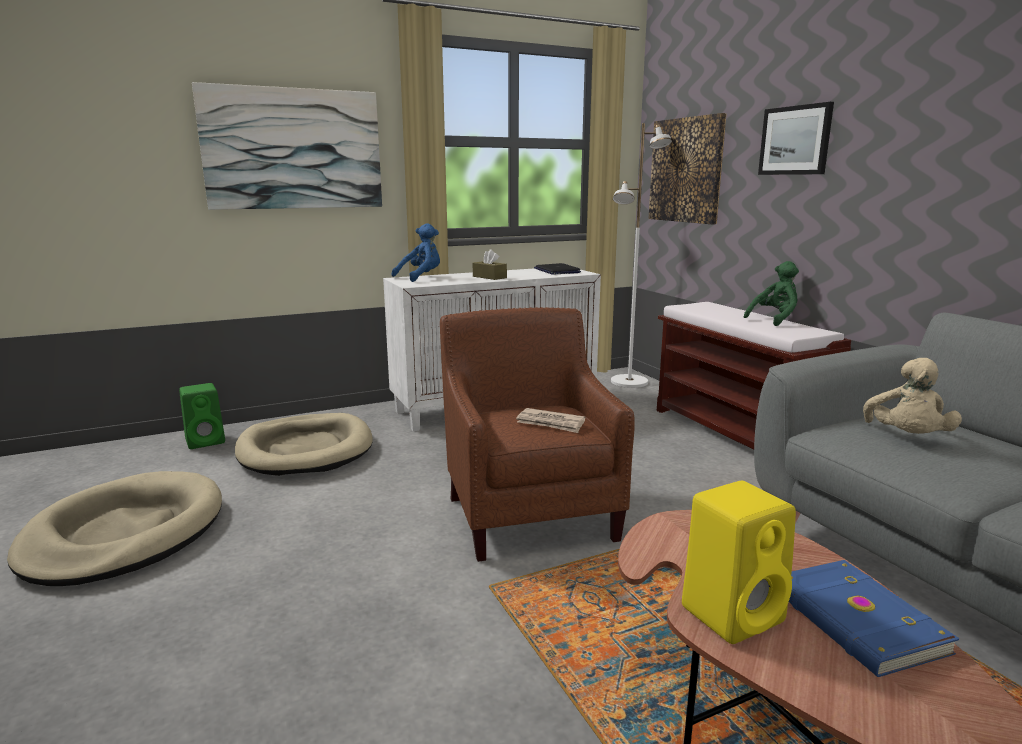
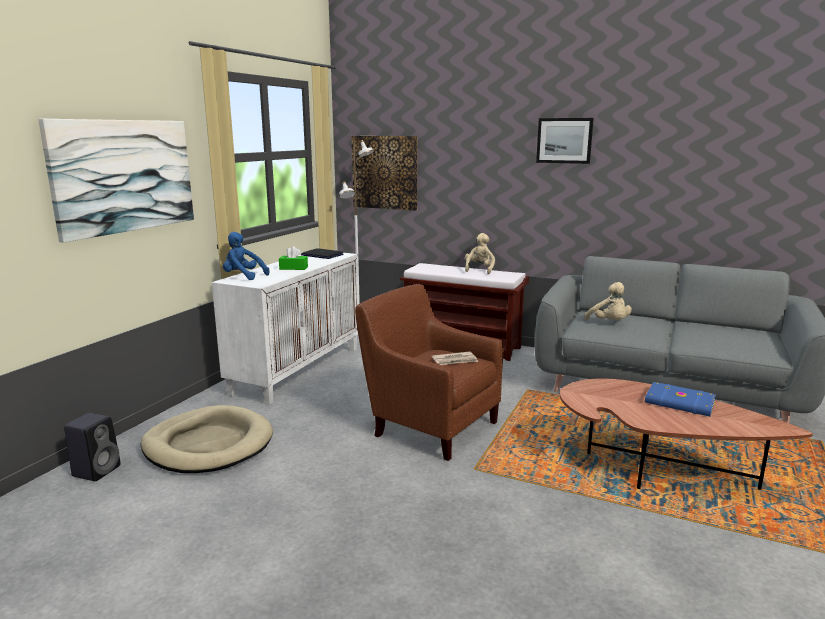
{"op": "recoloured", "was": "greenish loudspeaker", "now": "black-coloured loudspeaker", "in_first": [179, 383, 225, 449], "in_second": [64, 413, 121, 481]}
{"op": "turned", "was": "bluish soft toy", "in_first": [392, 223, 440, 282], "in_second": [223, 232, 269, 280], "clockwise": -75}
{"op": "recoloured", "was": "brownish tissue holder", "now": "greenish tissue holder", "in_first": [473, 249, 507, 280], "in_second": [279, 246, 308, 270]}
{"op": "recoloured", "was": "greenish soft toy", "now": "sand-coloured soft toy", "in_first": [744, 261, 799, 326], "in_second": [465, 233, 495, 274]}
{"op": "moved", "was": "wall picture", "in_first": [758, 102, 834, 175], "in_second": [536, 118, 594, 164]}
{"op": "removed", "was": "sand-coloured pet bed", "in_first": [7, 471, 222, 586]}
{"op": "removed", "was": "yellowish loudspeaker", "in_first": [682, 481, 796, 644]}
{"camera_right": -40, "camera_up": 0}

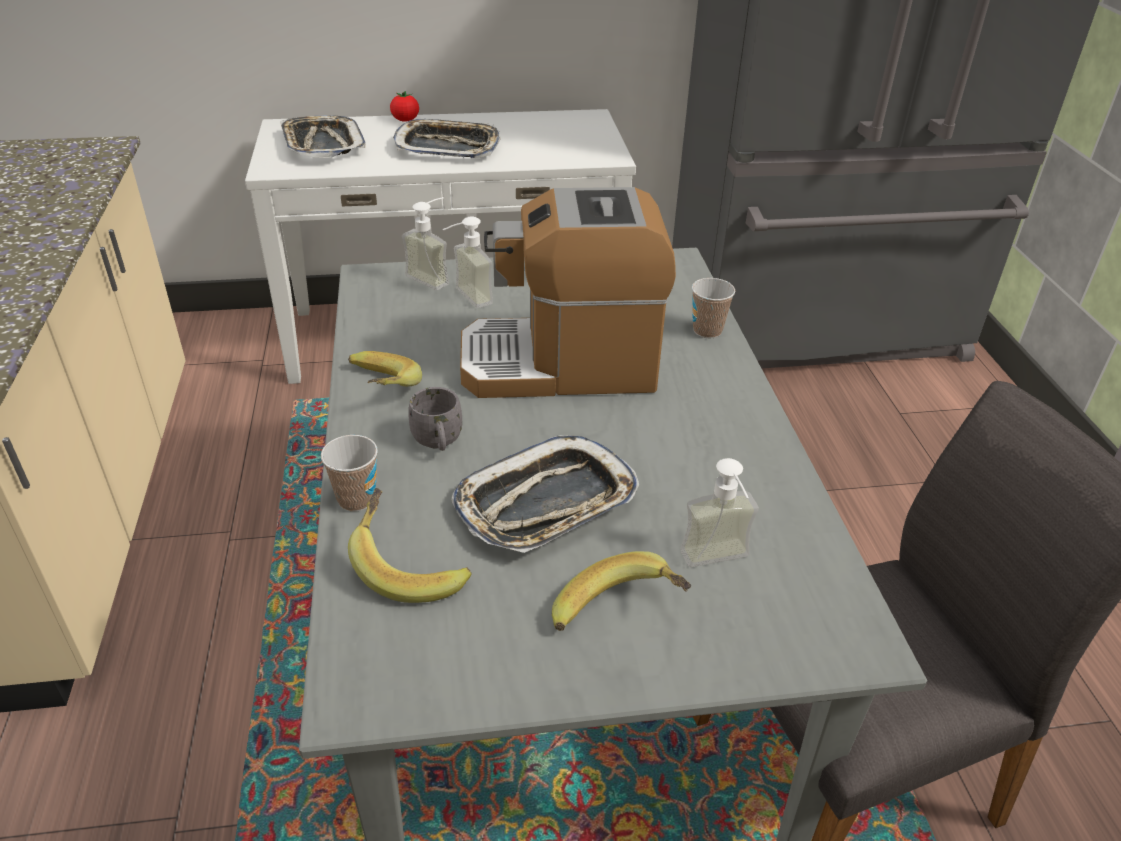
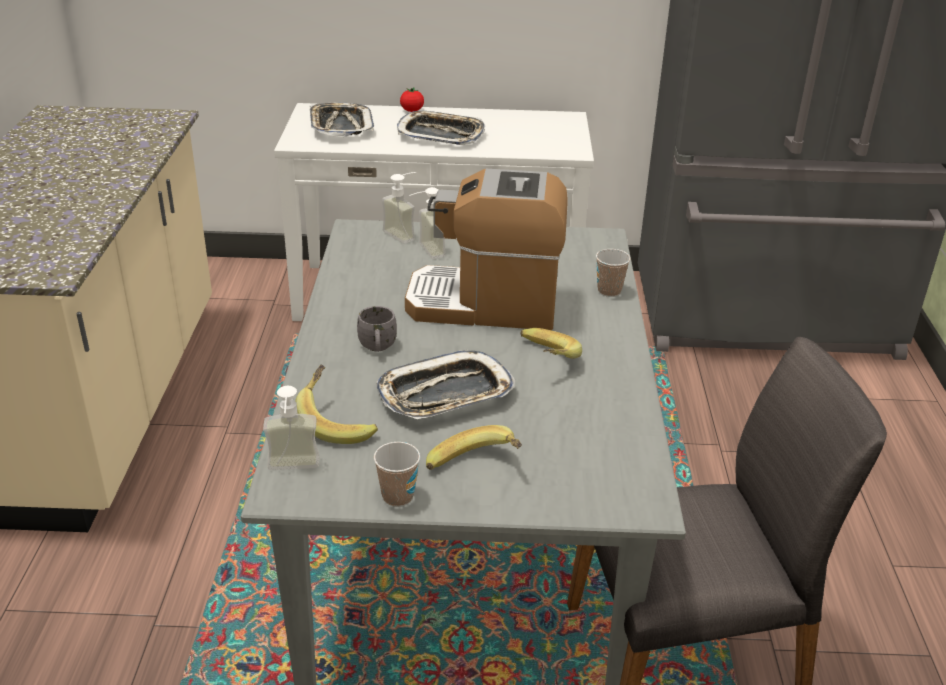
{"op": "moved", "was": "soap dispenser", "in_first": [680, 458, 759, 567], "in_second": [263, 386, 320, 470]}
{"op": "moved", "was": "drinking cup", "in_first": [321, 435, 378, 512], "in_second": [374, 442, 420, 507]}
{"op": "moved", "was": "whole banana", "in_first": [348, 351, 422, 386], "in_second": [520, 328, 582, 358]}
{"camera_right": 10, "camera_up": -5}

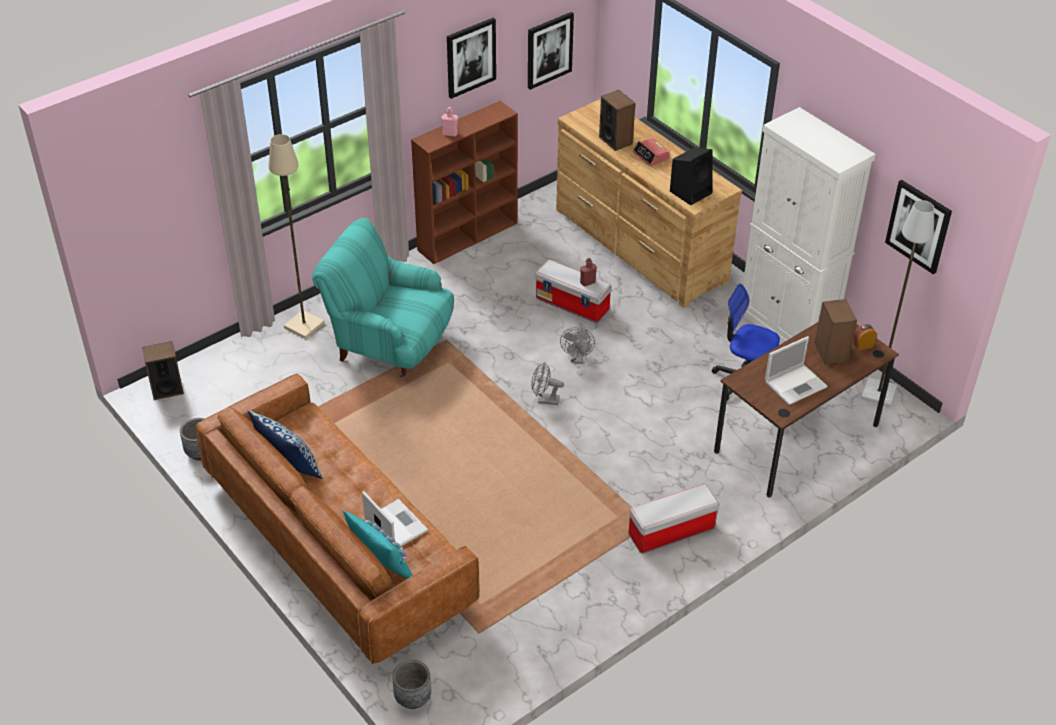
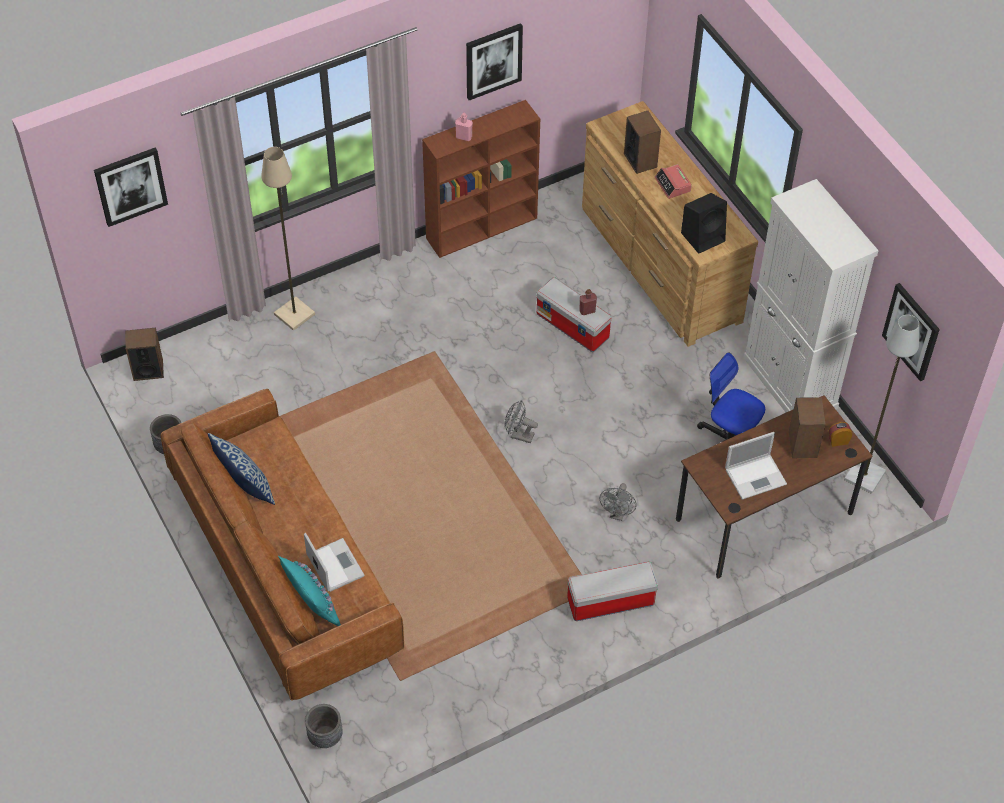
{"op": "moved", "was": "wall picture", "in_first": [528, 12, 574, 90], "in_second": [94, 147, 168, 227]}
{"op": "moved", "was": "grey fan", "in_first": [560, 327, 595, 363], "in_second": [600, 483, 637, 521]}
{"op": "removed", "was": "turquoise easy chair", "in_first": [312, 218, 454, 377]}
{"camera_right": 10, "camera_up": 10}

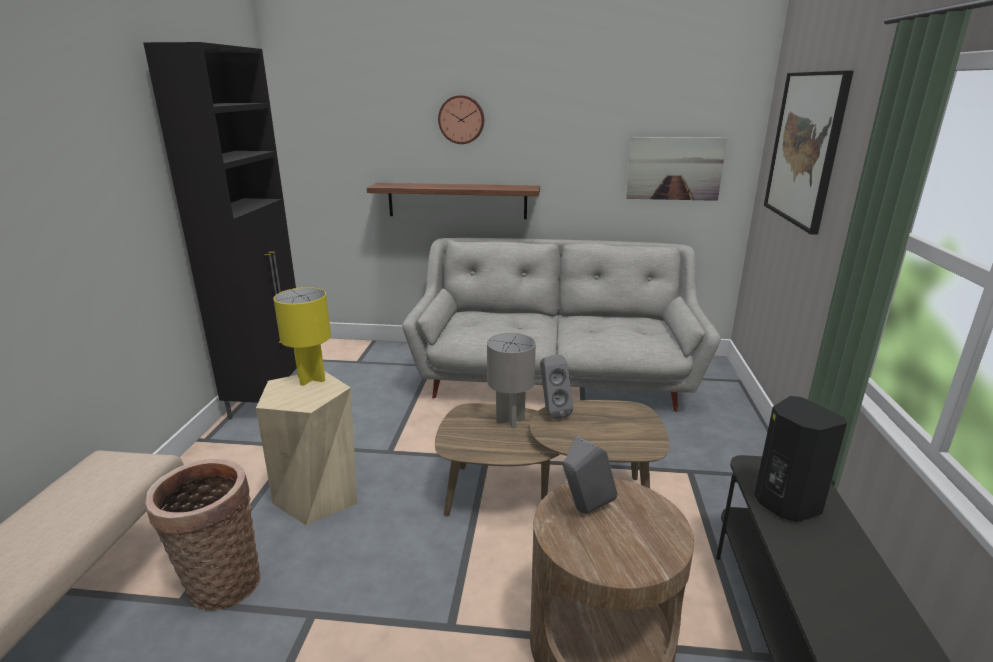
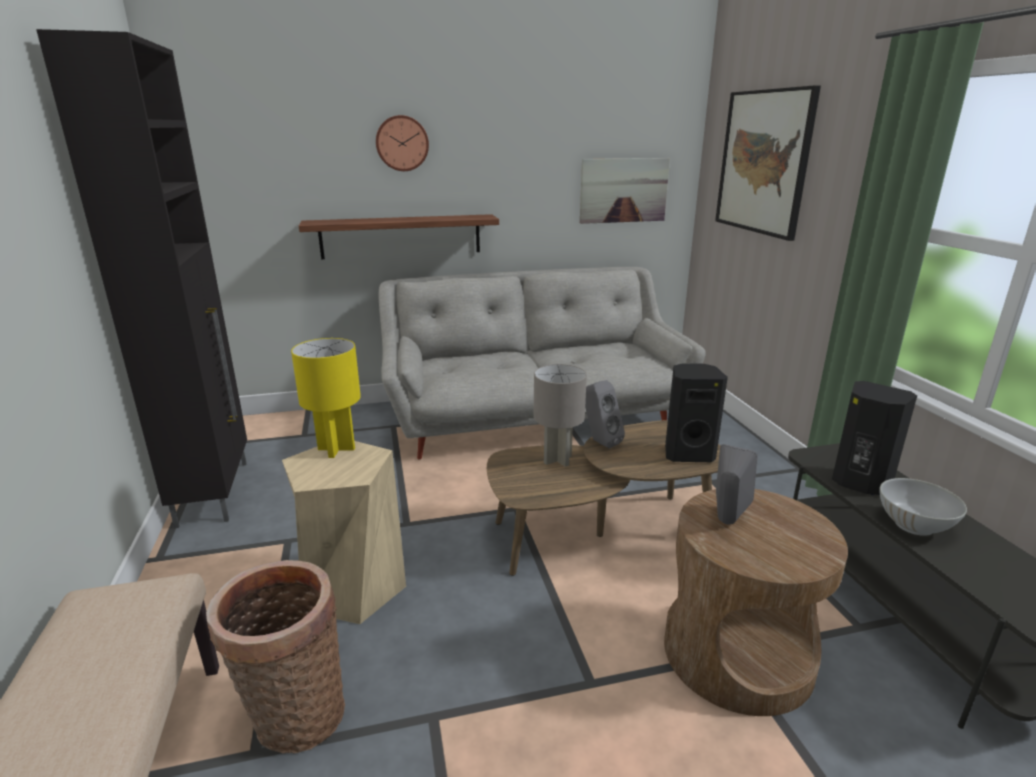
{"op": "added", "now": "black-coloured loudspeaker", "in_second": [665, 363, 728, 462]}
{"op": "added", "now": "white-coloured serving bowl", "in_second": [879, 478, 967, 536]}
{"camera_right": -20, "camera_up": 0}

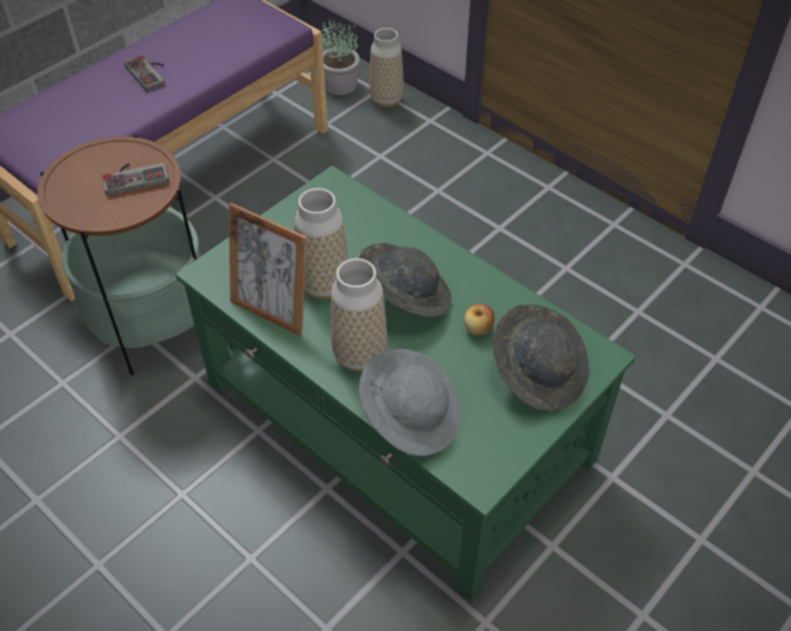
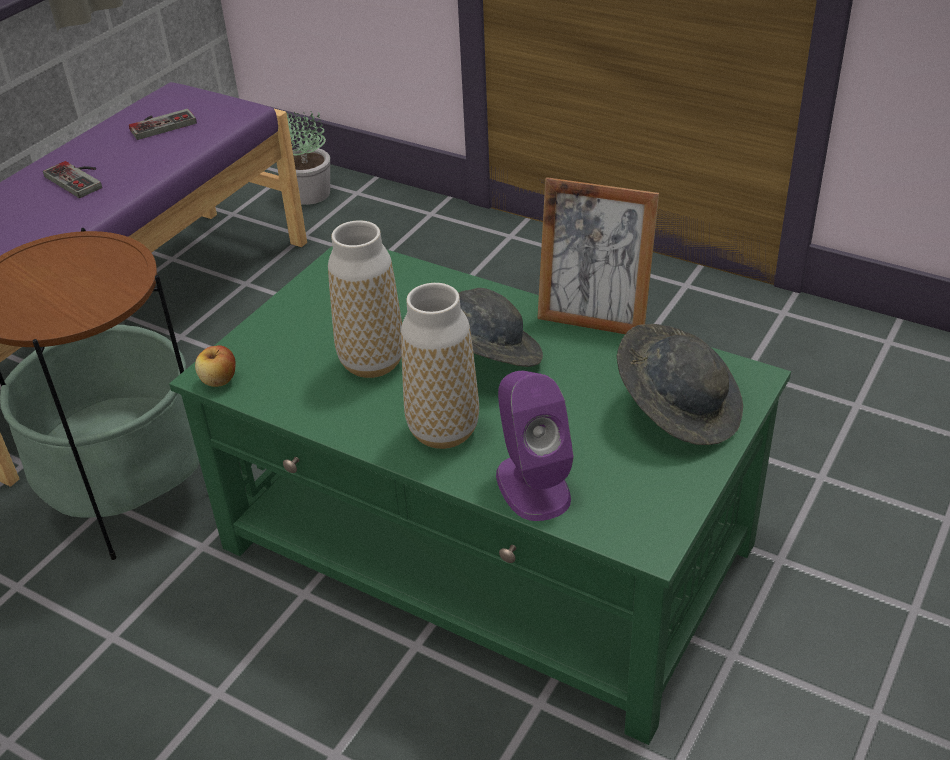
{"op": "moved", "was": "gamepad", "in_first": [102, 163, 169, 196], "in_second": [129, 109, 197, 140]}
{"op": "moved", "was": "apple", "in_first": [464, 304, 495, 336], "in_second": [195, 345, 236, 387]}
{"op": "replaced", "was": "grey hat", "now": "purplish loudspeaker", "in_first": [359, 349, 461, 456], "in_second": [496, 371, 574, 521]}
{"op": "moved", "was": "standing frame", "in_first": [229, 203, 307, 336], "in_second": [537, 177, 659, 334]}
{"op": "removed", "was": "decorative vase", "in_first": [369, 28, 404, 108]}
{"camera_right": -10, "camera_up": -10}

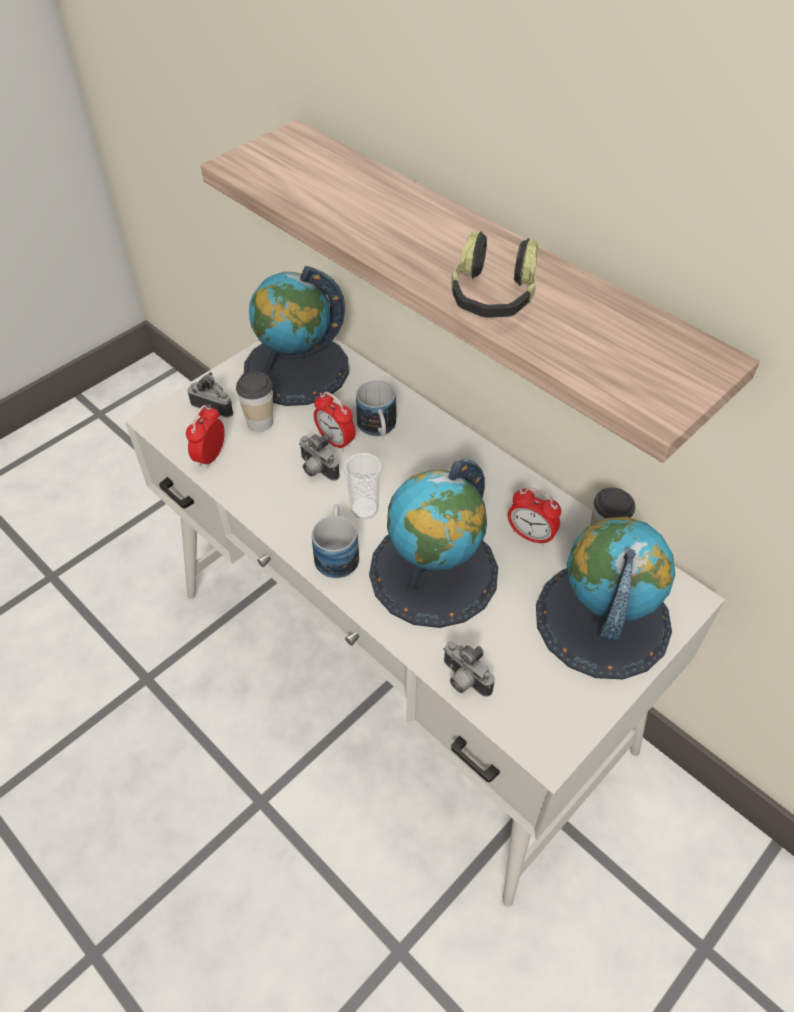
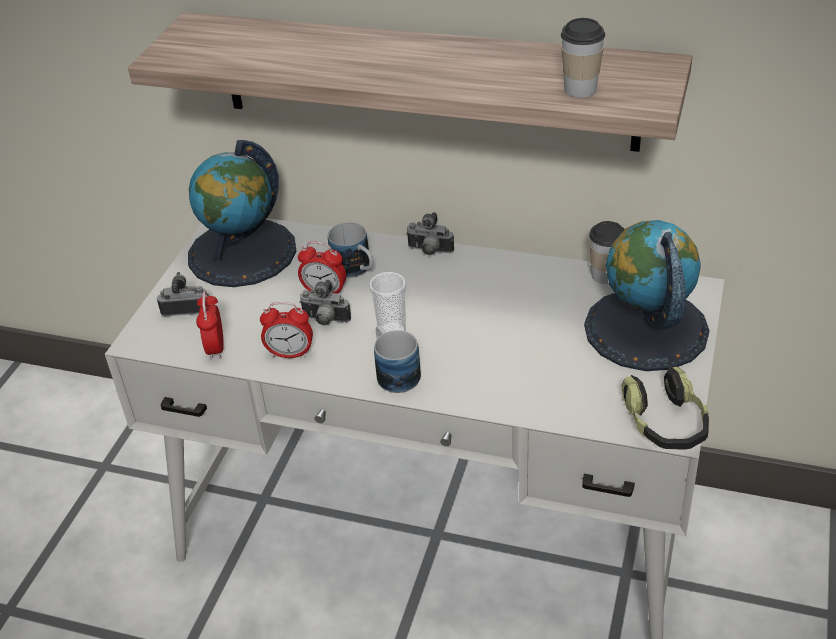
{"op": "moved", "was": "alarm clock", "in_first": [508, 488, 561, 546], "in_second": [260, 302, 313, 358]}
{"op": "moved", "was": "photo camera", "in_first": [443, 641, 495, 697], "in_second": [406, 212, 454, 255]}
{"op": "moved", "was": "drinking cup", "in_first": [236, 371, 273, 432], "in_second": [561, 18, 605, 98]}
{"op": "moved", "was": "headphones", "in_first": [452, 231, 538, 318], "in_second": [621, 367, 709, 450]}
{"op": "removed", "was": "globe", "in_first": [369, 459, 498, 628]}
{"camera_right": -25, "camera_up": -10}

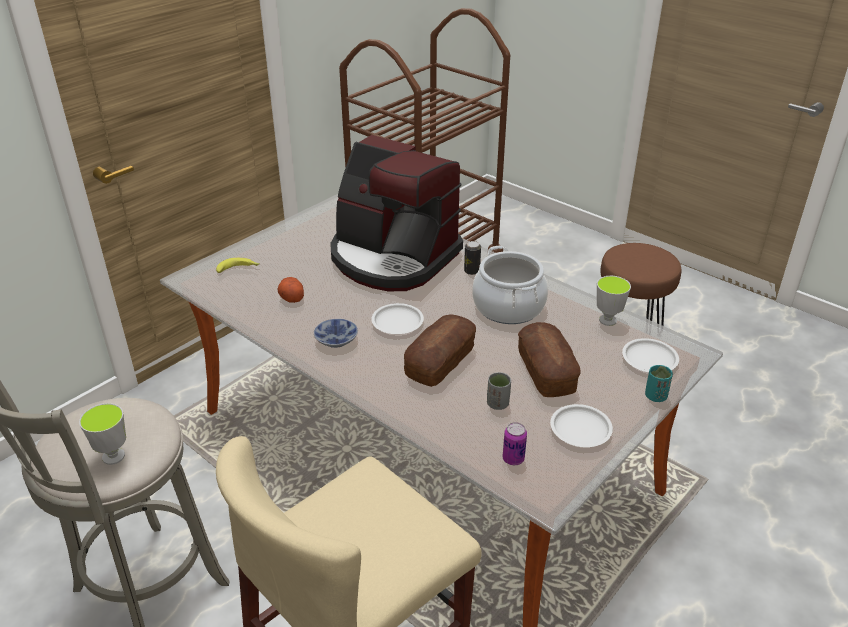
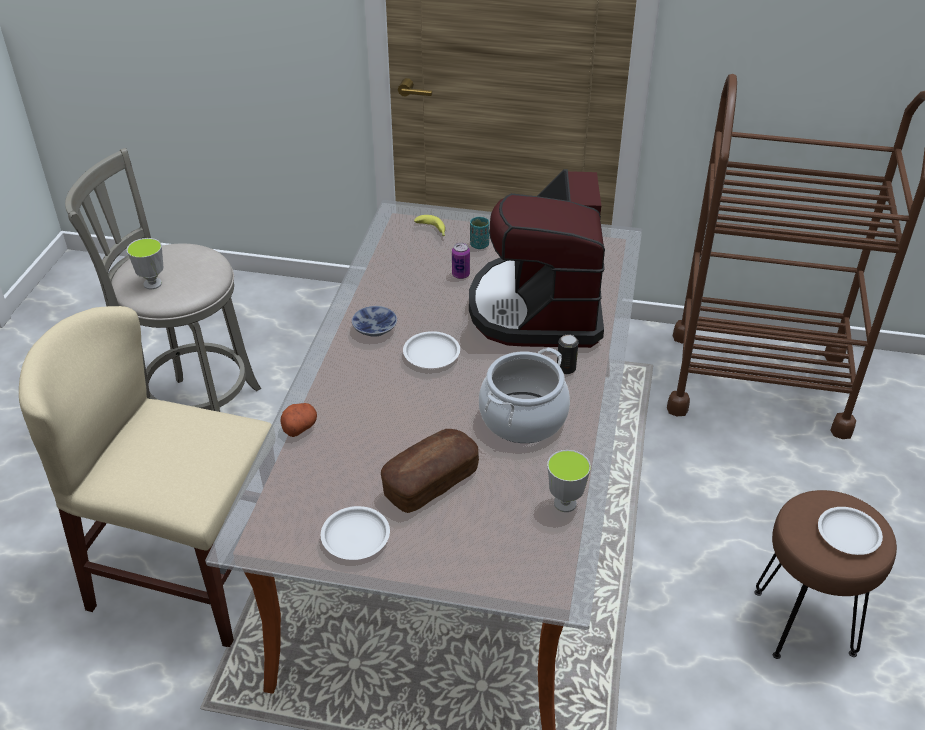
{"op": "moved", "was": "whole potato", "in_first": [278, 277, 304, 303], "in_second": [280, 403, 317, 437]}
{"op": "moved", "was": "sealed can", "in_first": [503, 422, 527, 465], "in_second": [452, 243, 470, 279]}
{"op": "moved", "was": "turquoise drinking cup", "in_first": [645, 365, 673, 402], "in_second": [470, 217, 490, 249]}
{"op": "moved", "was": "white-coloured flat dish", "in_first": [622, 338, 679, 372], "in_second": [818, 507, 883, 555]}
{"op": "removed", "was": "baked bread", "in_first": [404, 314, 476, 387]}
{"op": "removed", "was": "grey drinking cup", "in_first": [487, 372, 511, 410]}
{"camera_right": 60, "camera_up": 5}

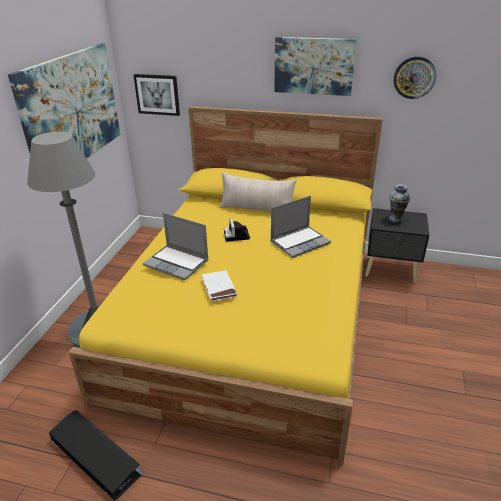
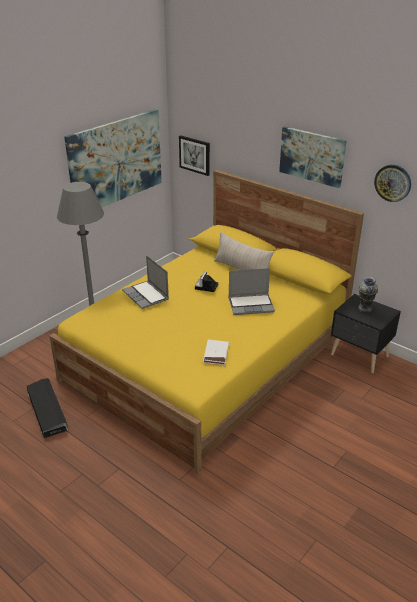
{"op": "moved", "was": "white-coloured volume", "in_first": [202, 270, 237, 301], "in_second": [203, 339, 229, 365]}
{"camera_right": 25, "camera_up": 0}

